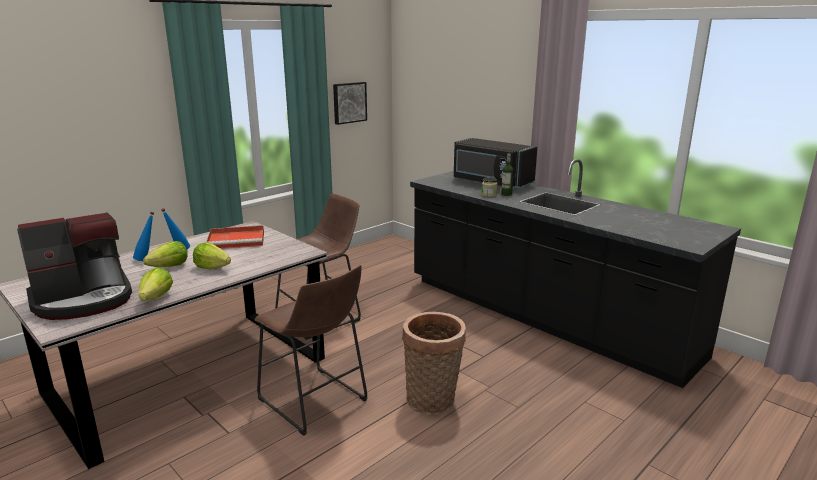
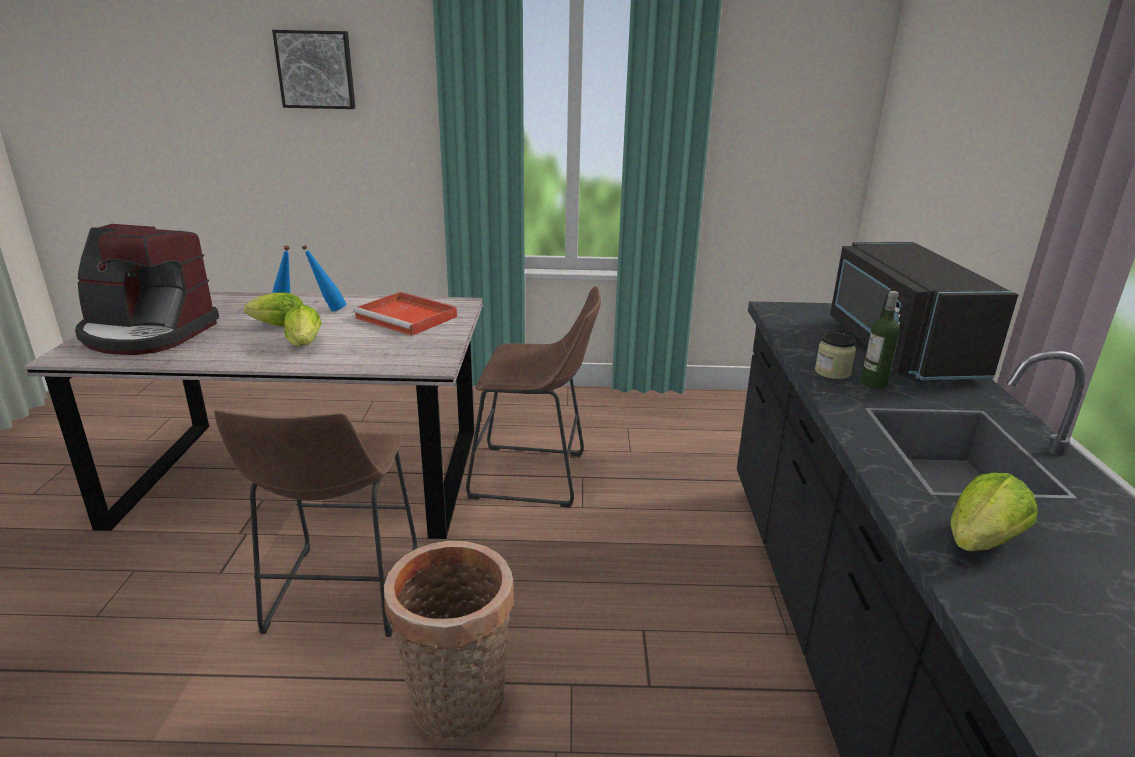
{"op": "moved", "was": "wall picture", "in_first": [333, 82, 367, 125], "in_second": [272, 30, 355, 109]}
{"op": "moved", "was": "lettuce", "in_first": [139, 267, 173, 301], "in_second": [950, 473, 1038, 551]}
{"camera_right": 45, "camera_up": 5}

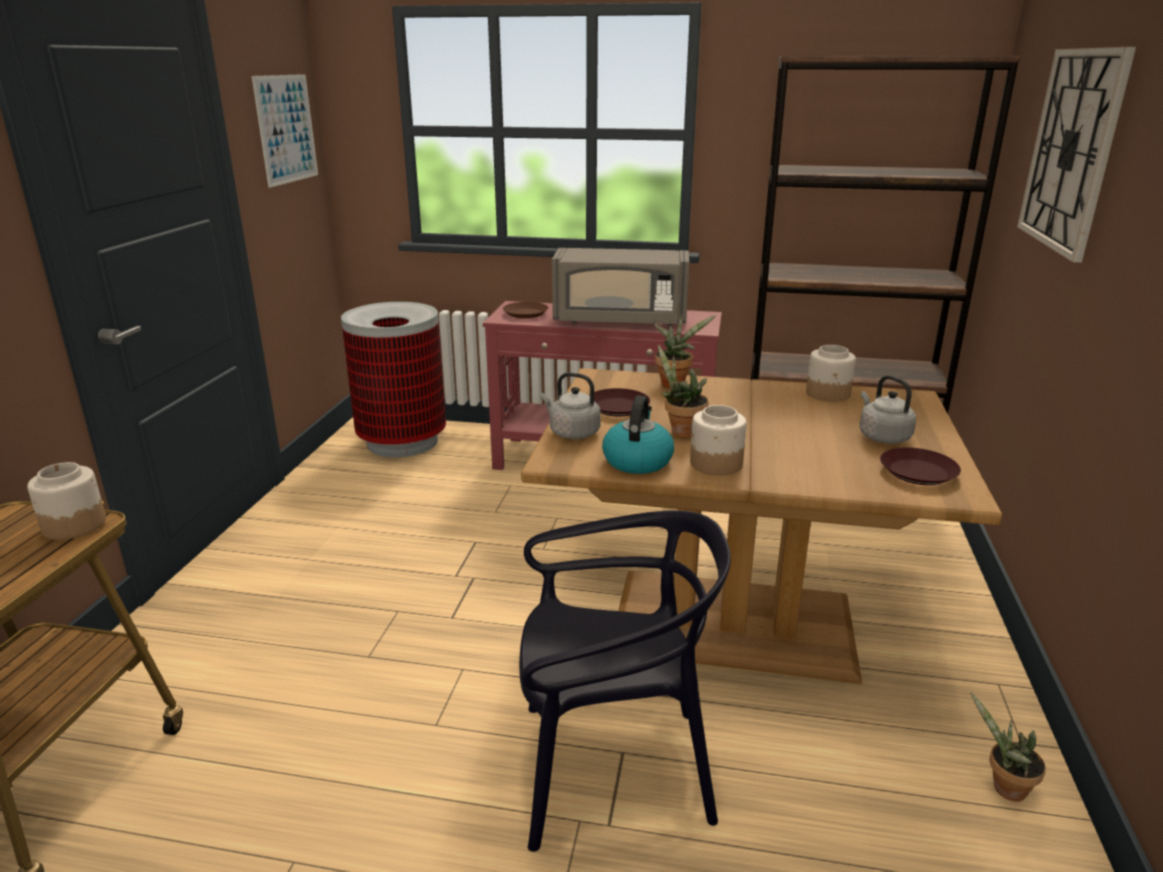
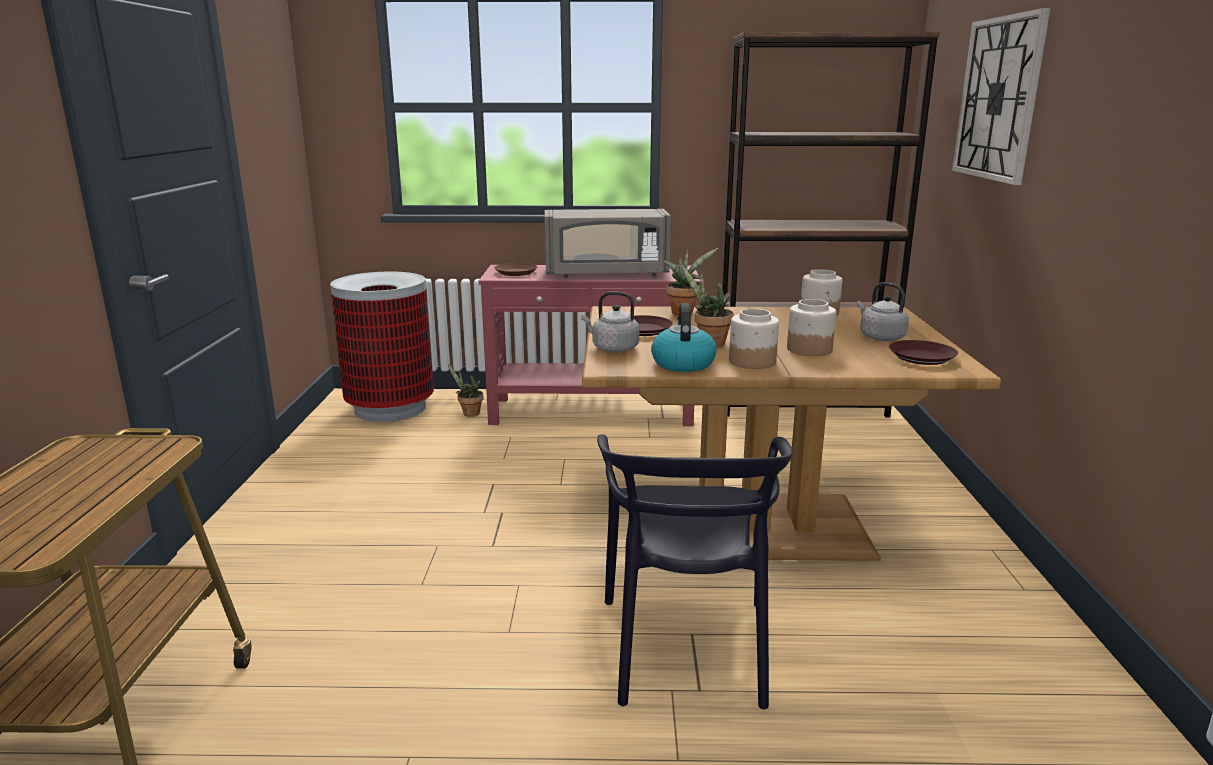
{"op": "moved", "was": "potted plant", "in_first": [971, 692, 1046, 802], "in_second": [448, 364, 483, 417]}
{"op": "turned", "was": "black-coloured plain chair", "in_first": [519, 510, 731, 852], "in_second": [597, 434, 793, 709], "clockwise": 105}
{"op": "moved", "was": "jar", "in_first": [27, 462, 106, 540], "in_second": [787, 299, 836, 356]}
{"op": "removed", "was": "wall picture", "in_first": [252, 74, 318, 188]}
{"camera_right": -10, "camera_up": -5}

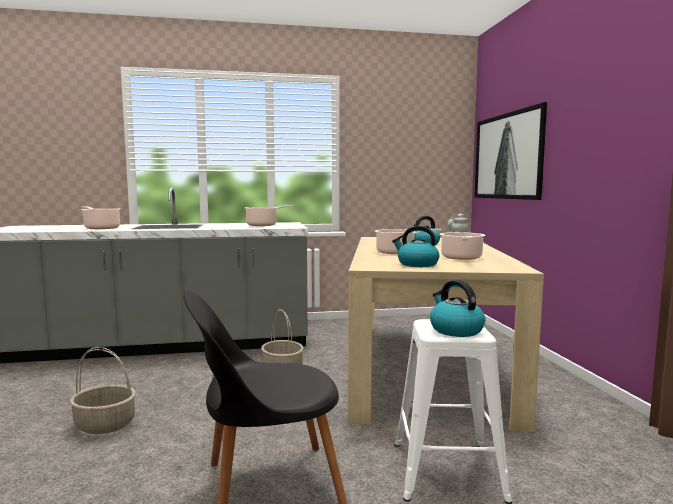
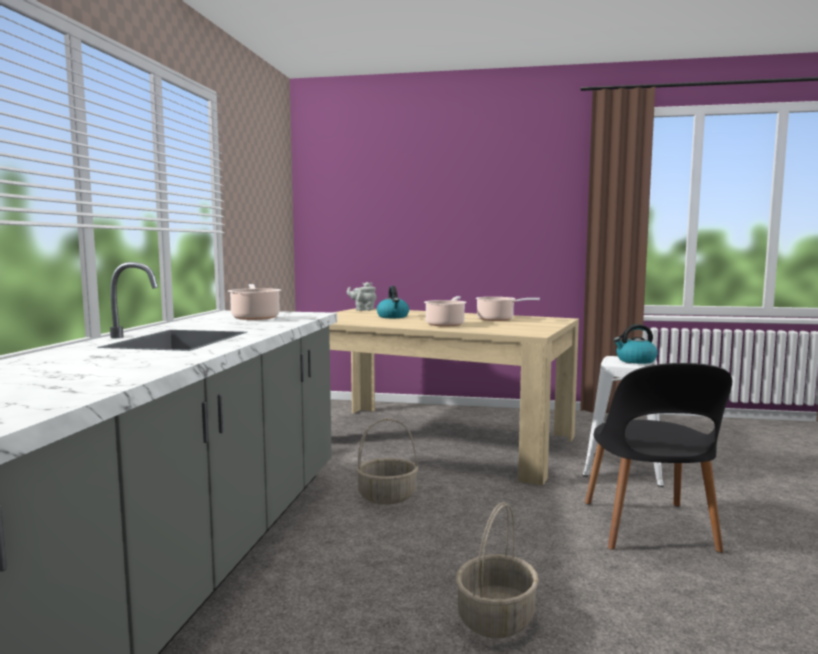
{"op": "removed", "was": "stockpot", "in_first": [81, 206, 120, 229]}
{"op": "removed", "was": "tea kettle", "in_first": [392, 225, 439, 267]}
{"op": "removed", "was": "wall picture", "in_first": [474, 102, 547, 200]}
{"camera_right": -70, "camera_up": 0}

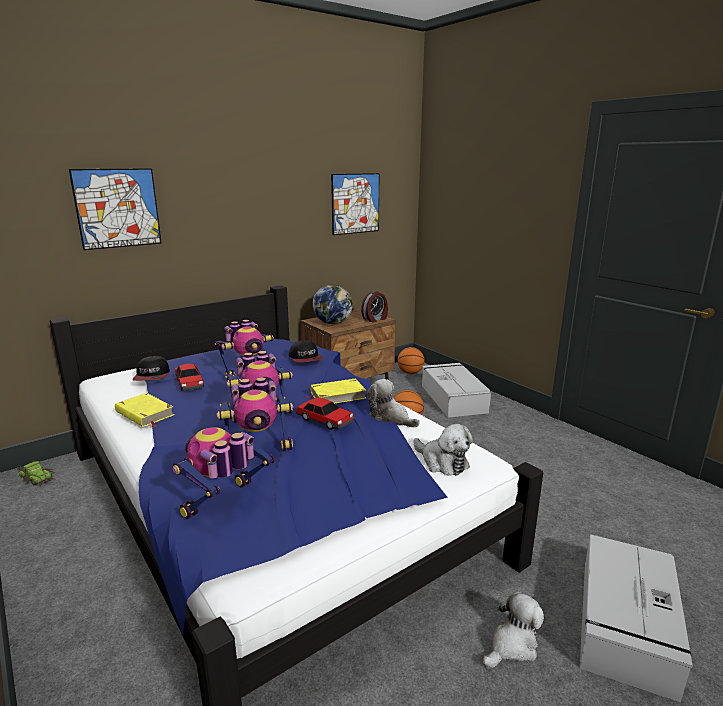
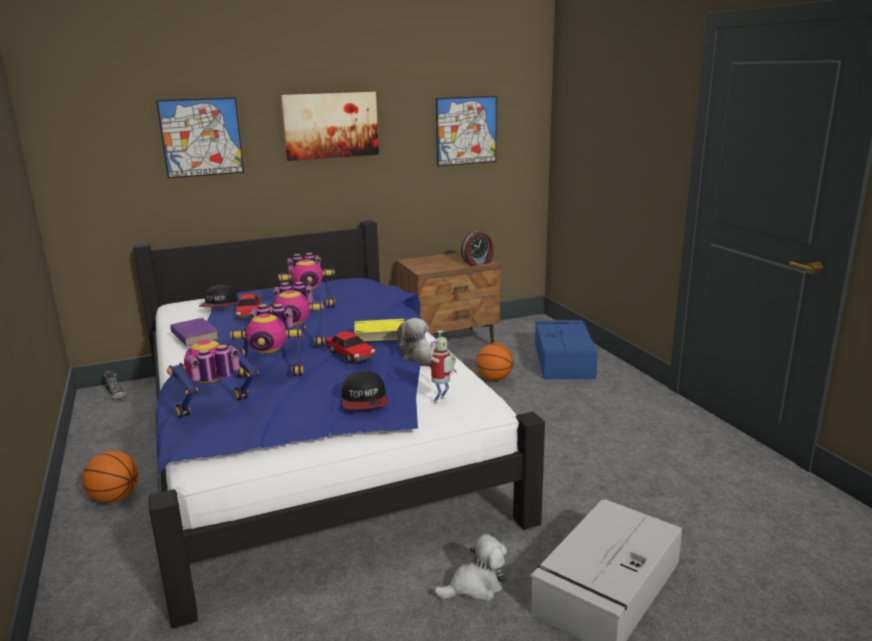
{"op": "moved", "was": "ball for basketball", "in_first": [397, 347, 425, 374], "in_second": [82, 451, 138, 503]}
{"op": "replaced", "was": "toy car", "now": "shoe", "in_first": [17, 461, 56, 486], "in_second": [104, 371, 127, 400]}
{"op": "recoloured", "was": "yellowish volume", "now": "purplish volume", "in_first": [115, 393, 174, 428], "in_second": [170, 318, 219, 347]}
{"op": "added", "now": "wall picture", "in_second": [281, 92, 379, 161]}
{"op": "moved", "was": "peaked cap", "in_first": [289, 340, 323, 363], "in_second": [341, 371, 387, 409]}
{"op": "replaced", "was": "soft toy", "now": "model robot", "in_first": [413, 424, 473, 476], "in_second": [428, 330, 457, 404]}
{"op": "recoloured", "was": "grey storage box", "now": "bluish storage box", "in_first": [422, 363, 491, 418], "in_second": [535, 320, 598, 379]}
{"op": "removed", "was": "globe", "in_first": [313, 285, 353, 324]}
{"camera_right": 15, "camera_up": 0}

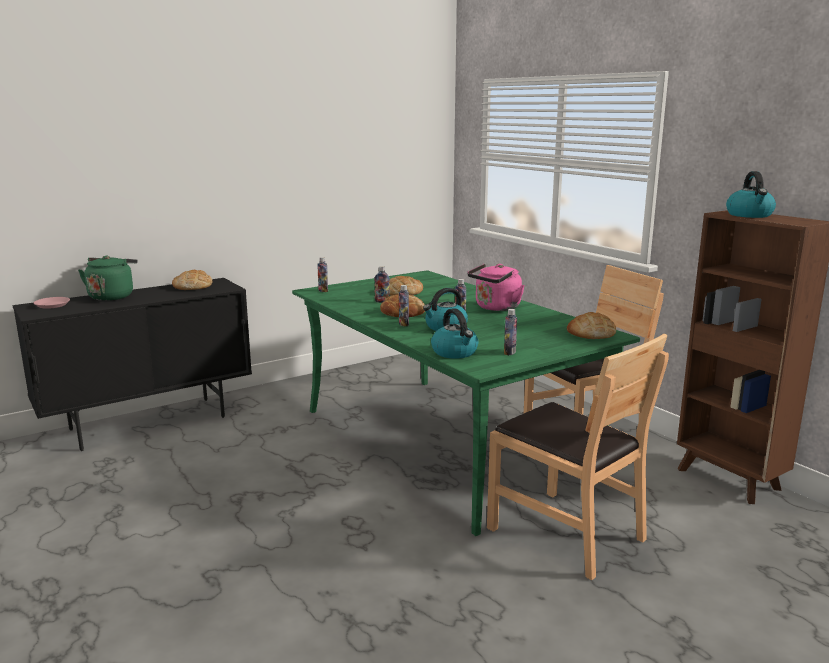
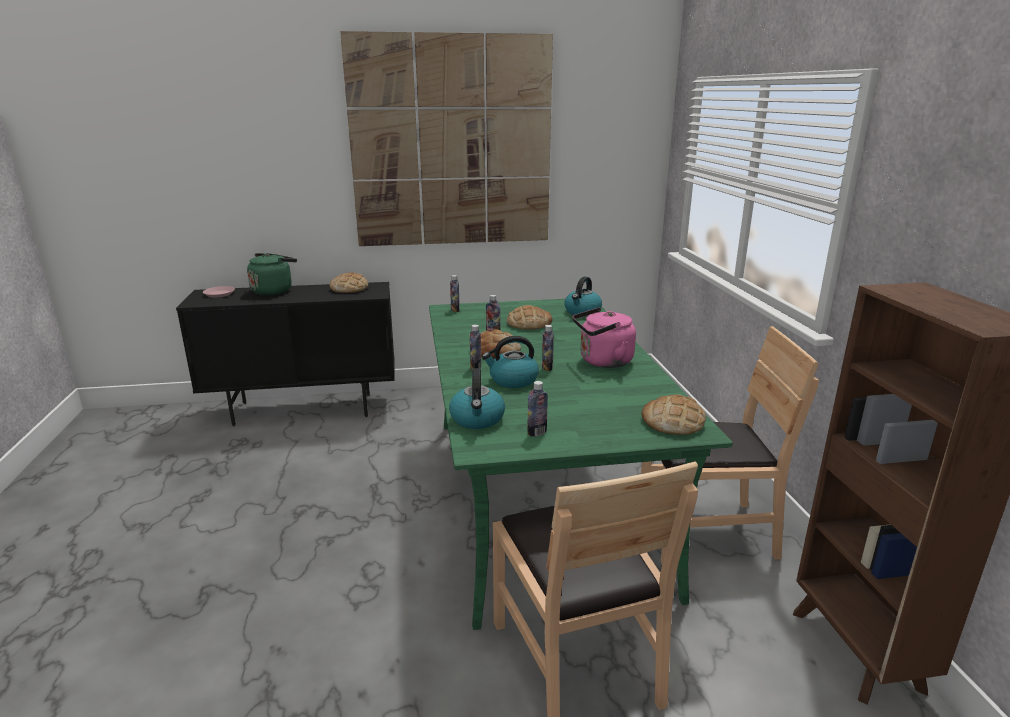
{"op": "added", "now": "wall picture", "in_second": [340, 31, 553, 246]}
{"op": "moved", "was": "tea kettle", "in_first": [726, 171, 776, 218], "in_second": [564, 277, 602, 315]}
{"camera_right": 25, "camera_up": 5}

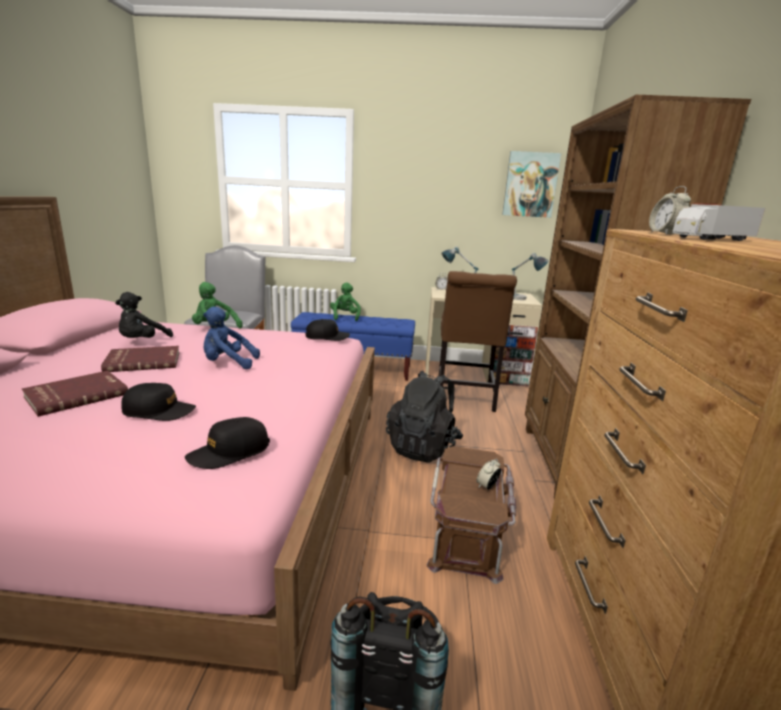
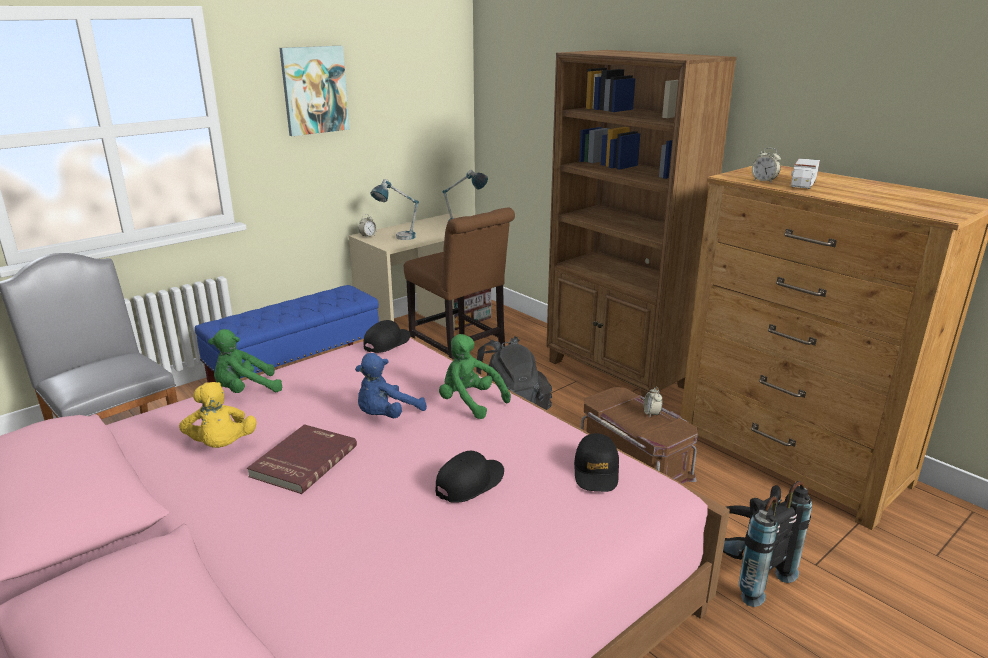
{"op": "recoloured", "was": "black-coloured soft toy", "now": "yellowish soft toy", "in_first": [115, 292, 173, 338], "in_second": [179, 382, 257, 448]}
{"op": "moved", "was": "wall picture", "in_first": [502, 151, 561, 218], "in_second": [279, 46, 350, 136]}
{"op": "moved", "was": "greenish soft toy", "in_first": [330, 282, 361, 321], "in_second": [439, 334, 511, 419]}
{"op": "removed", "was": "red volume", "in_first": [22, 371, 128, 417]}
{"camera_right": -45, "camera_up": 5}

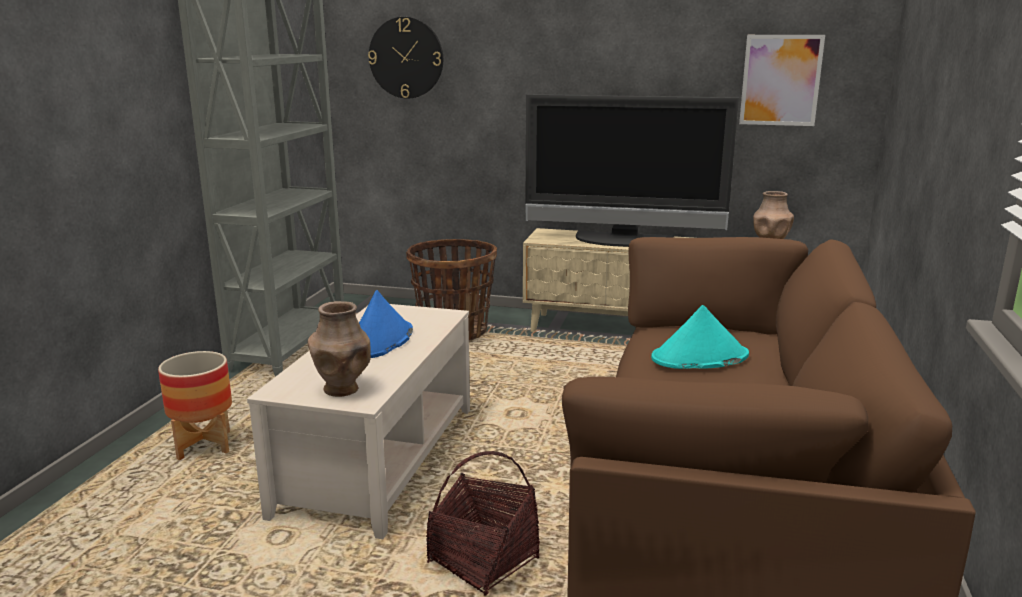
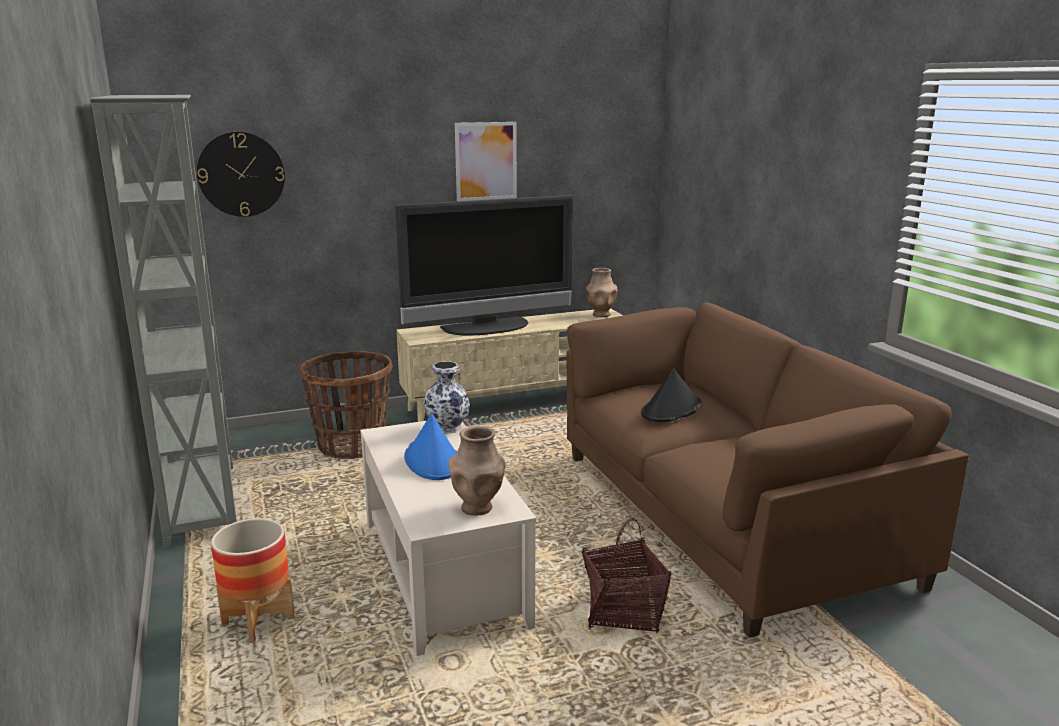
{"op": "added", "now": "decorative vase", "in_second": [424, 361, 470, 434]}
{"op": "moved", "was": "wall picture", "in_first": [739, 35, 825, 126], "in_second": [455, 122, 517, 201]}
{"op": "recoloured", "was": "turquoise hat", "now": "black-coloured hat", "in_first": [651, 305, 749, 369], "in_second": [641, 369, 702, 422]}
{"camera_right": -35, "camera_up": 0}

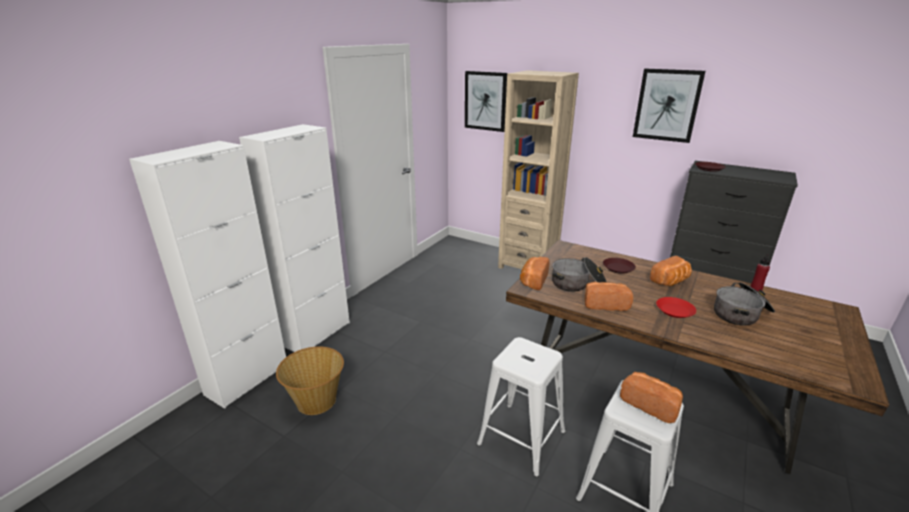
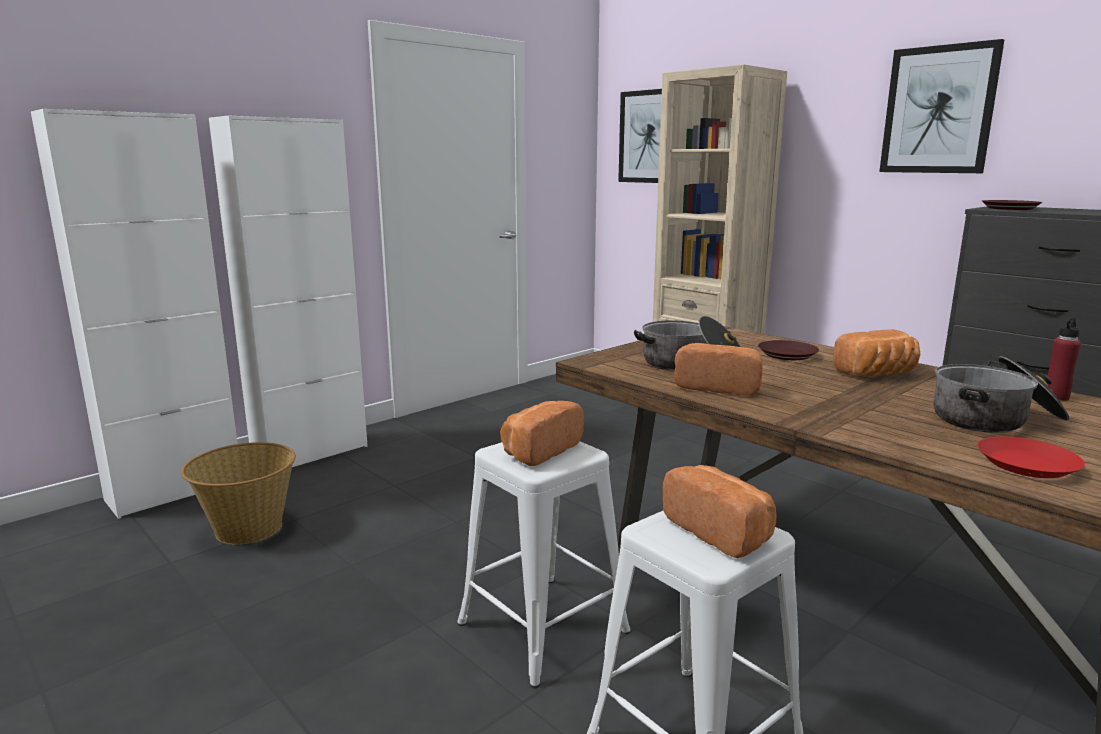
{"op": "moved", "was": "baked bread", "in_first": [520, 257, 550, 290], "in_second": [500, 401, 584, 466]}
{"op": "moved", "was": "red flat dish", "in_first": [656, 297, 696, 318], "in_second": [977, 436, 1085, 478]}
{"camera_right": 15, "camera_up": -10}

